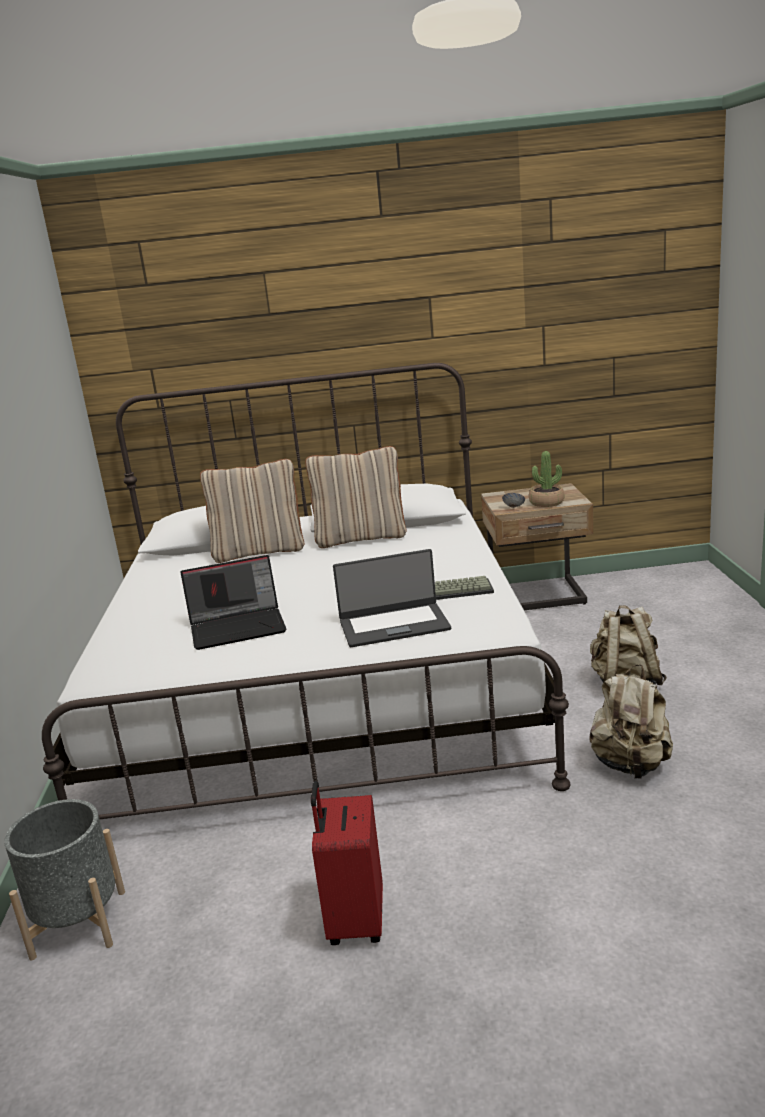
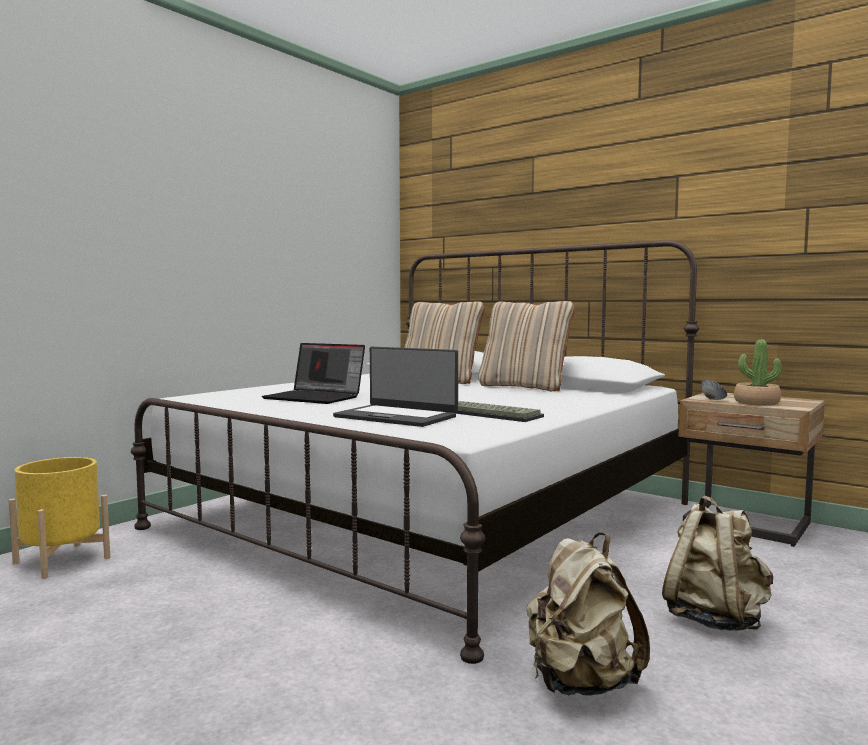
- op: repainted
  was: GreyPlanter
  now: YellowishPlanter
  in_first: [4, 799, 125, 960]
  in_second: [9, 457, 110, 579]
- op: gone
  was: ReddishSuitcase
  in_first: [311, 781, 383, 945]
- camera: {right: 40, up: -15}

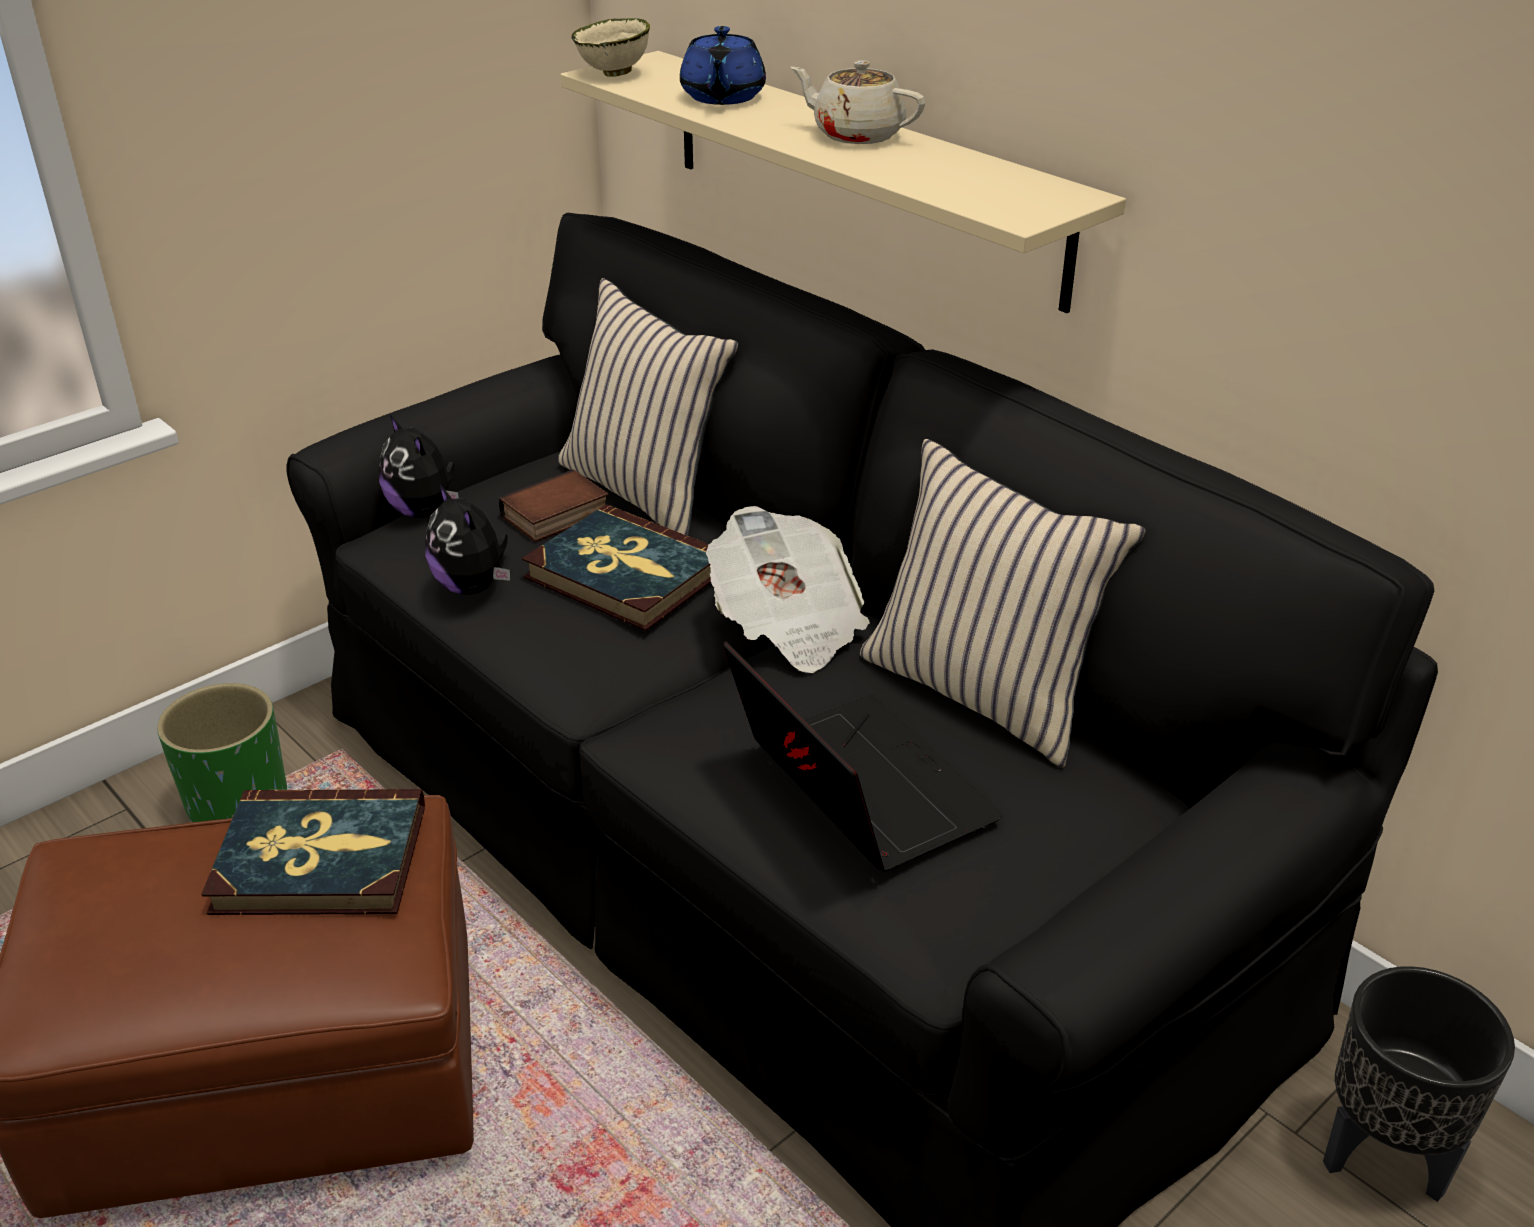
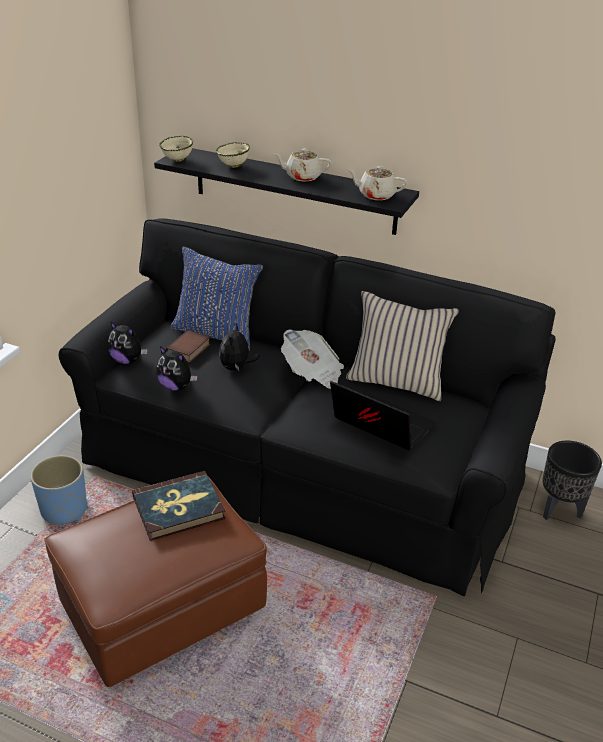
- op: repainted
  was: GreenPlanter
  now: BlueColouredPlanter
  in_first: [157, 683, 287, 822]
  in_second: [30, 455, 87, 525]
- op: swapped
  was: BoundBook
  now: SoftToy
  in_first: [522, 505, 711, 631]
  in_second: [219, 323, 260, 371]
- op: repainted
  was: SandColouredCushion
  now: BlueColouredCushion
  in_first: [558, 278, 739, 536]
  in_second: [171, 247, 263, 351]
- op: repainted
  was: SandColouredShelf
  now: BlackColouredShelf
  in_first: [560, 51, 1126, 313]
  in_second: [154, 148, 419, 235]
- op: swapped
  was: BlueColouredTeaPot
  now: SandColouredServingBowl
  in_first: [680, 26, 766, 105]
  in_second: [216, 142, 250, 168]
- op: new
  now: SandColouredTeaPot
  in_second: [347, 166, 407, 200]
- camera: {right: -25, up: 0}

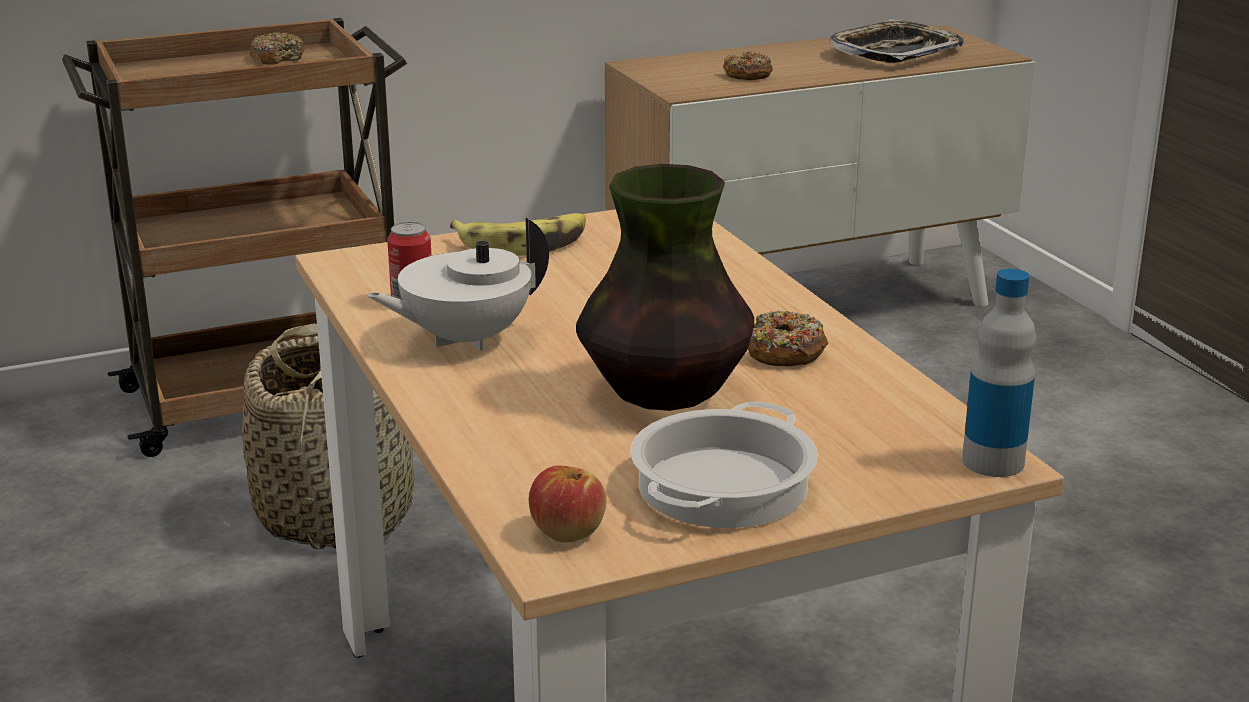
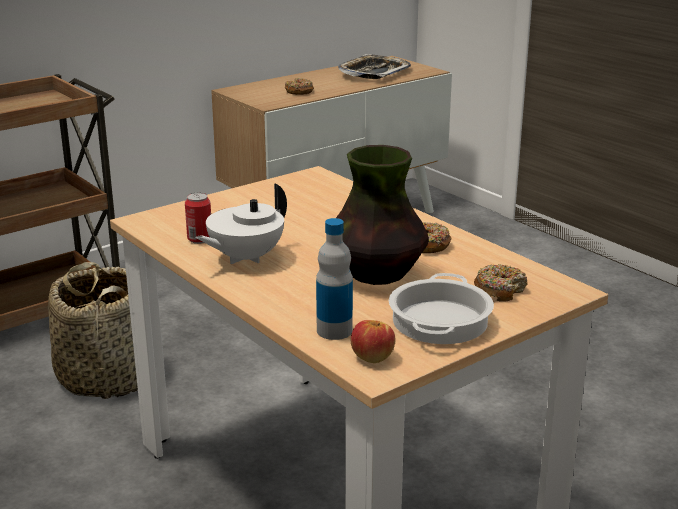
- op: shifted
  was: RingDoughnut
  in_first: [250, 32, 305, 65]
  in_second: [474, 264, 528, 302]
- op: gone
  was: BananaFruit
  in_first: [450, 213, 586, 256]
- op: shifted
  was: Bottle
  in_first: [962, 269, 1036, 477]
  in_second: [316, 218, 353, 340]
- camera: {right: -15, up: 0}

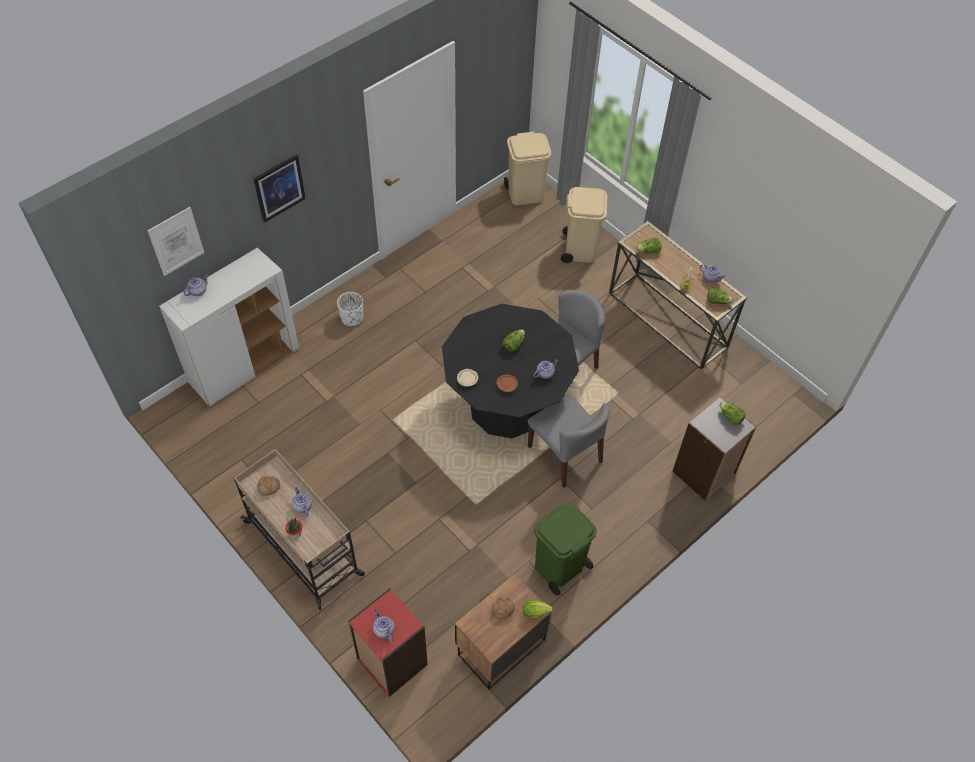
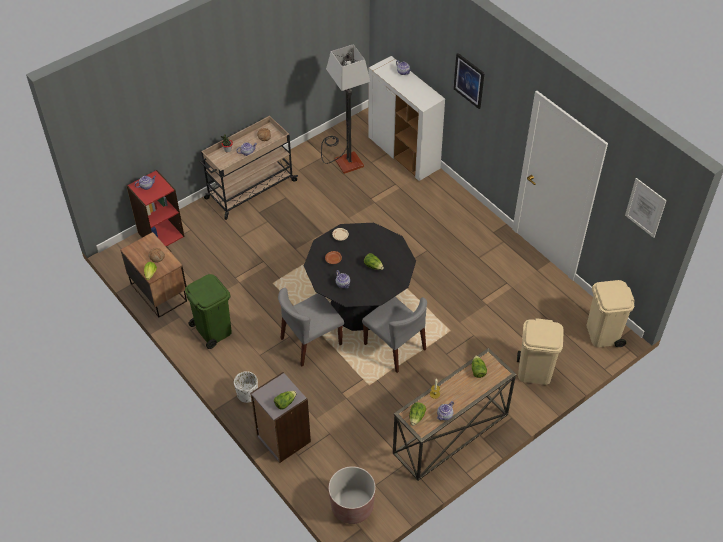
- op: shifted
  was: WallPicture
  in_first: [147, 207, 204, 276]
  in_second: [625, 178, 667, 238]
- op: shifted
  was: WhitePlanter
  in_first: [337, 292, 363, 326]
  in_second: [234, 371, 258, 403]
- op: new
  now: StandardLamp
  in_second: [321, 44, 370, 174]
- op: new
  now: BrownColouredPlanter
  in_second: [328, 466, 376, 524]
- camera: {right: 95, up: -5}

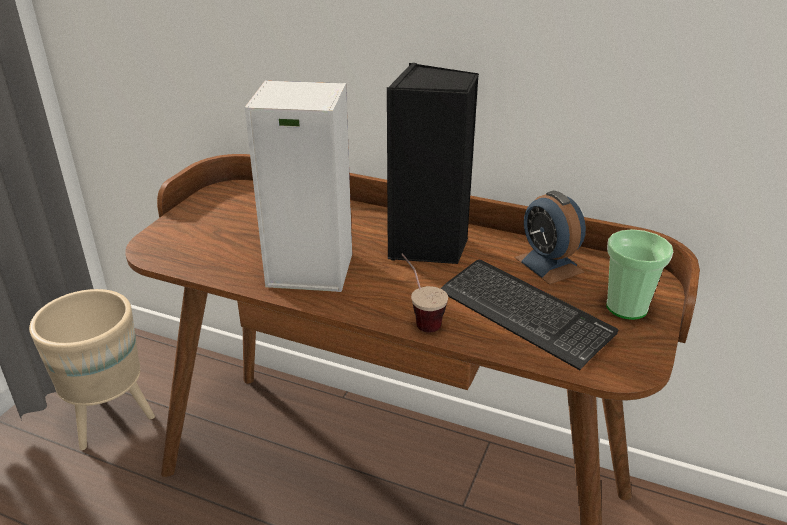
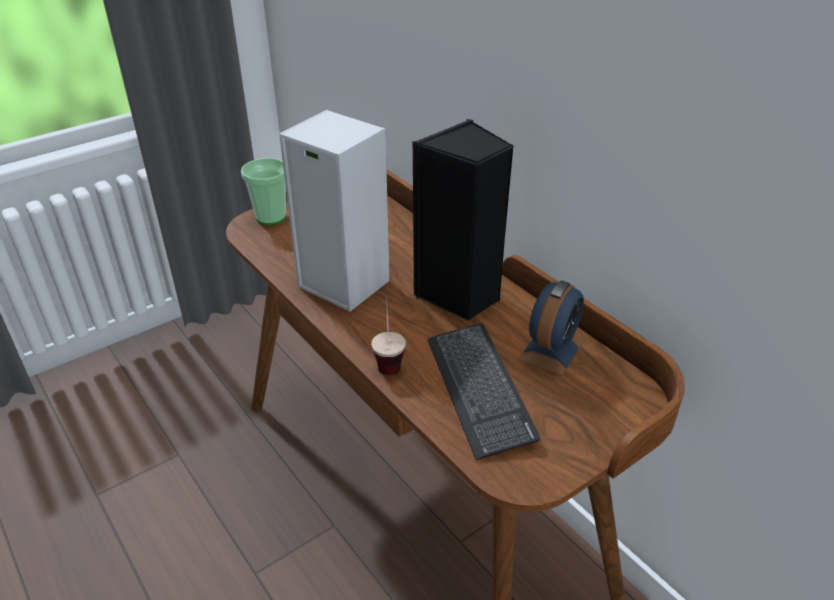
- op: gone
  was: SandColouredPlanter
  in_first: [29, 289, 155, 450]
- op: rotated
  was: TableClock
  in_first: [514, 191, 586, 285]
  in_second: [519, 280, 584, 376]
  clockwise: -150
- op: shifted
  was: Cup
  in_first: [606, 229, 673, 320]
  in_second: [241, 158, 286, 225]
- camera: {right: 30, up: 5}

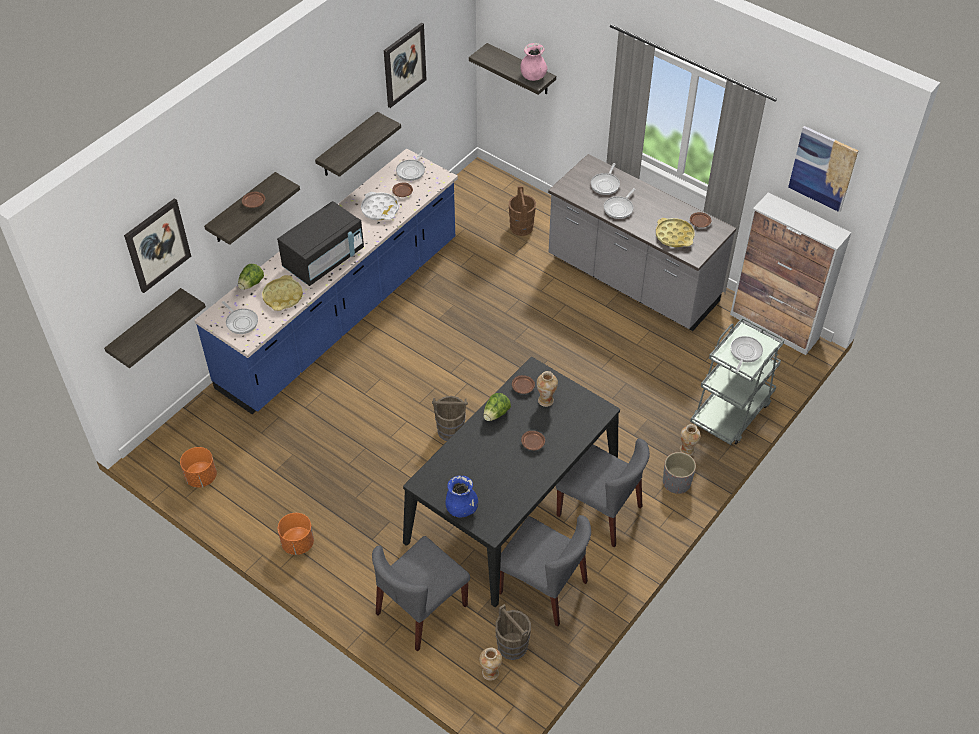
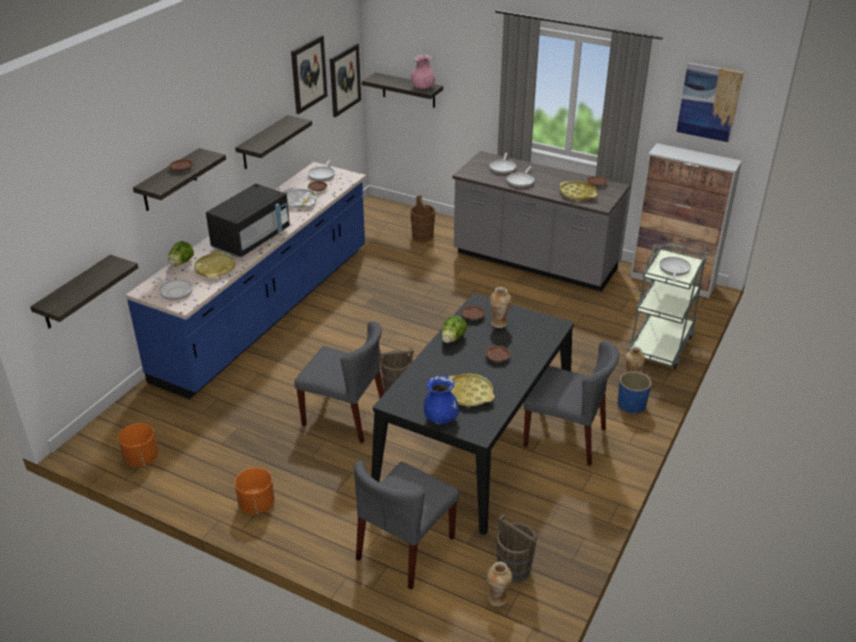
- op: shifted
  was: WallPicture
  in_first: [124, 198, 191, 293]
  in_second: [330, 43, 361, 117]
- op: shifted
  was: GreyUprightChair
  in_first: [499, 515, 591, 626]
  in_second: [294, 321, 384, 443]
- op: repainted
  was: GreyPlanter
  now: BlueColouredPlanter
  in_first: [663, 452, 696, 494]
  in_second: [618, 371, 652, 414]
- op: new
  now: YellowishServingTray
  in_second: [448, 373, 495, 406]
- camera: {right: -10, up: -15}

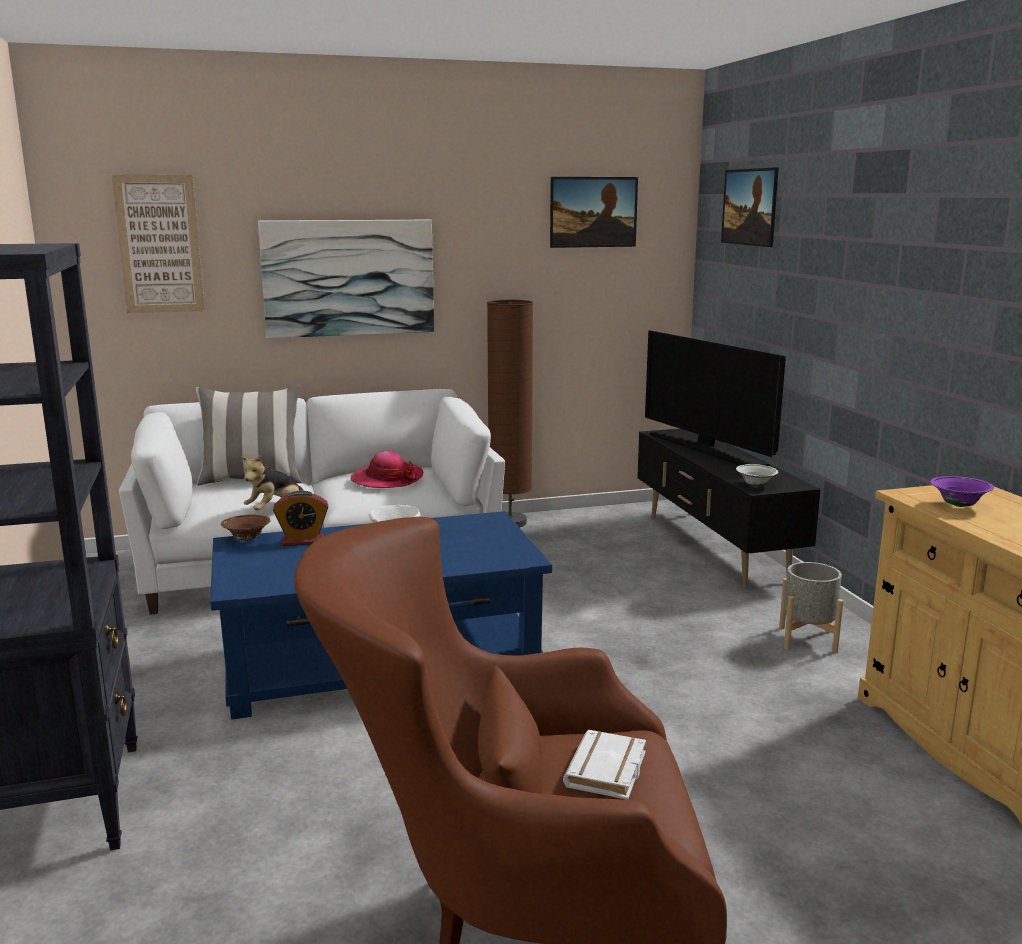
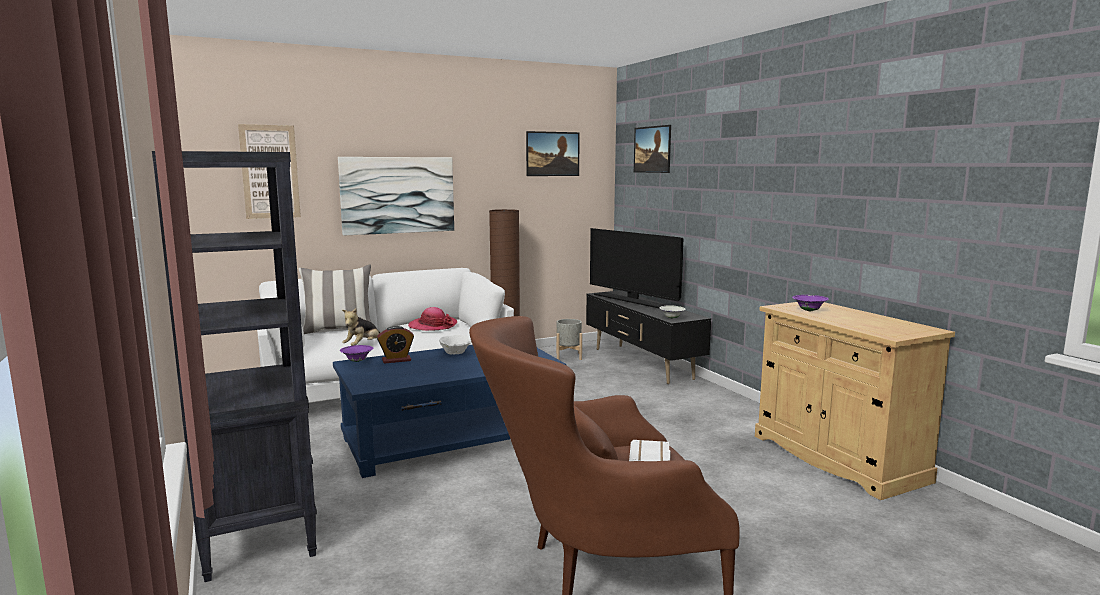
- op: repainted
  was: BrownColouredServingBowl
  now: PurpleColouredServingBowl
  in_first: [221, 515, 271, 541]
  in_second: [340, 345, 373, 362]
- op: shifted
  was: GreyPlanter
  in_first: [779, 562, 844, 653]
  in_second: [556, 319, 582, 360]
- camera: {right: -10, up: -5}

